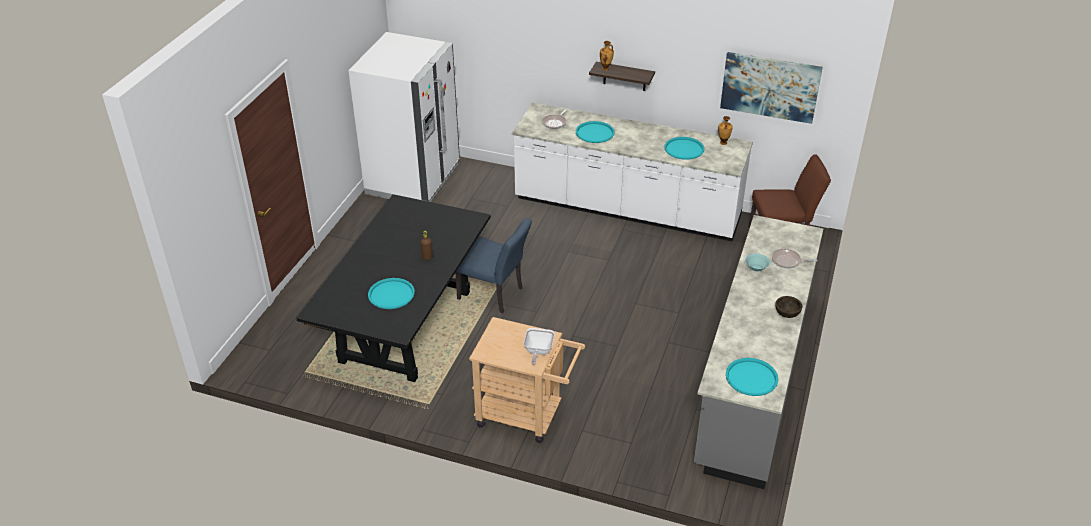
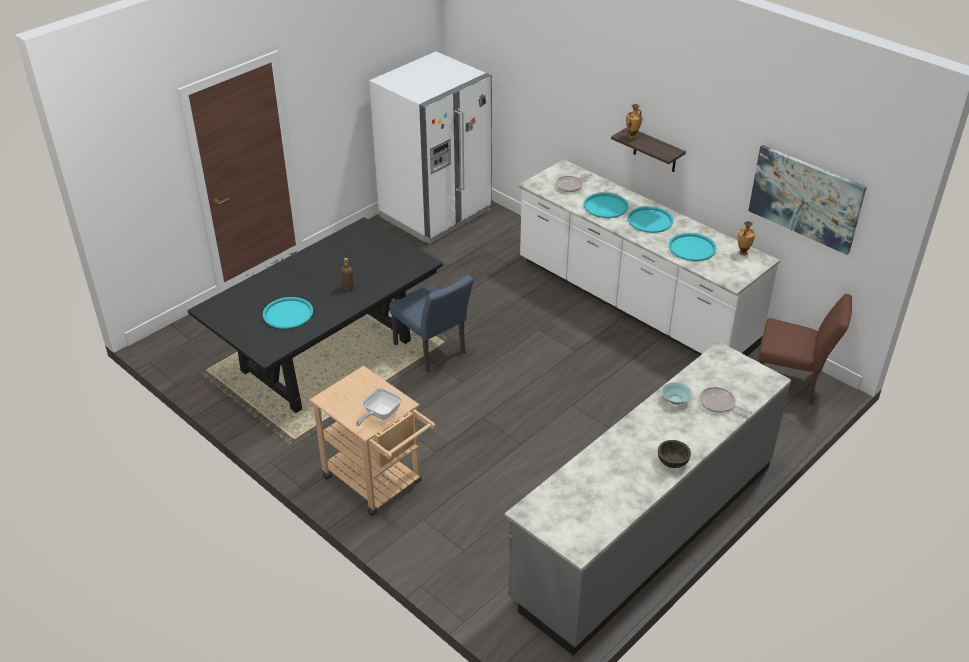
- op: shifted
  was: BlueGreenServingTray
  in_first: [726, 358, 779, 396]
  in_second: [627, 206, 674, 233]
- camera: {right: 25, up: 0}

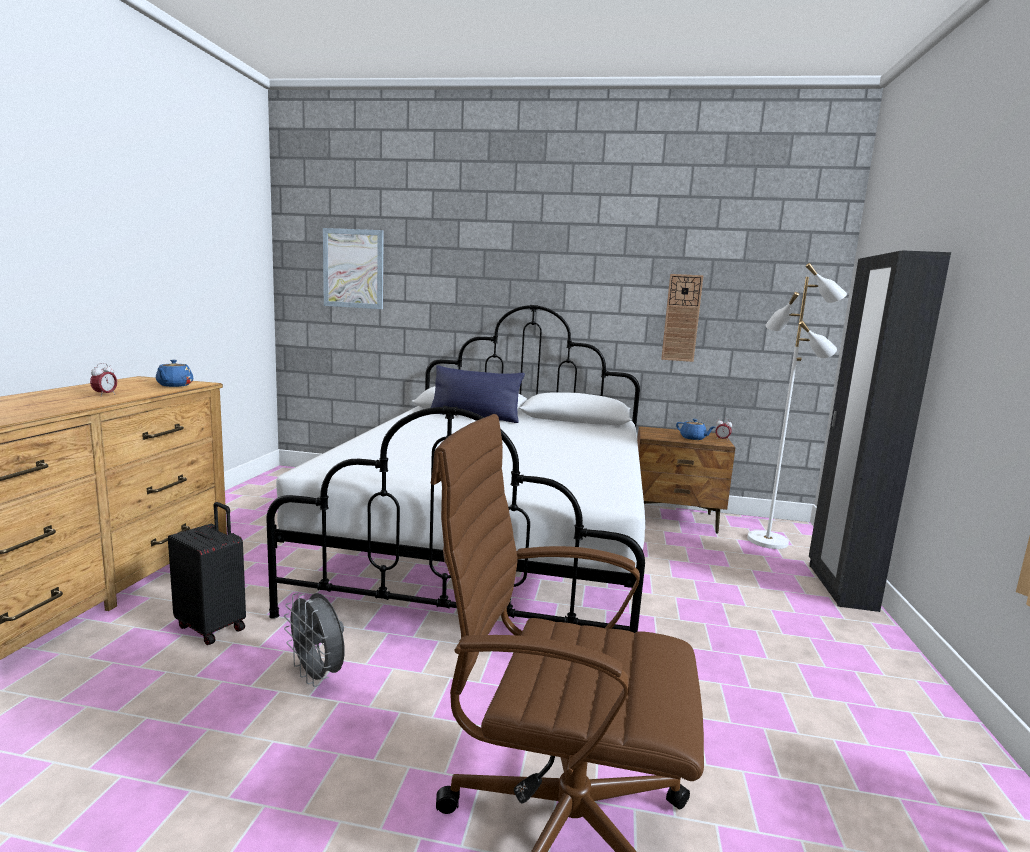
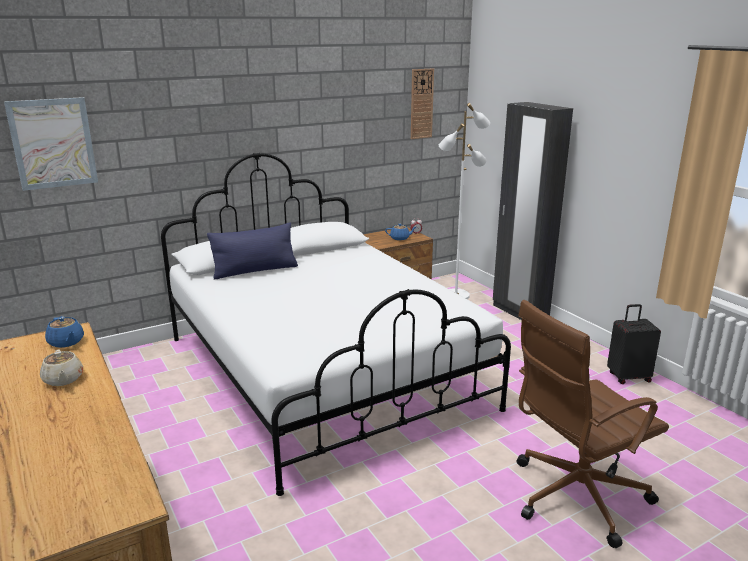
- op: swapped
  was: TableClock
  now: SandColouredTeaPot
  in_first: [90, 363, 117, 397]
  in_second: [40, 350, 83, 386]
- op: shifted
  was: BlackColouredSuitcase
  in_first: [168, 502, 246, 645]
  in_second: [607, 304, 661, 384]
- op: gone
  was: GreyElectricFan
  in_first: [284, 593, 344, 687]
- op: shifted
  was: WallClock
  in_first: [661, 274, 704, 362]
  in_second: [411, 69, 434, 139]
- camera: {right: -40, up: 10}

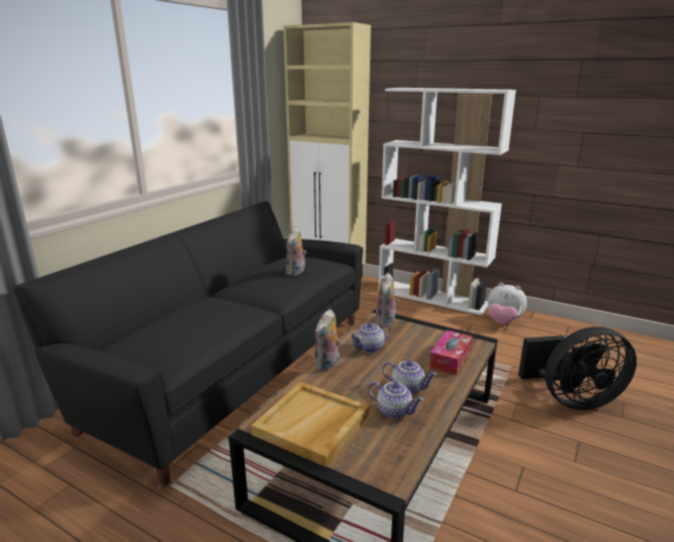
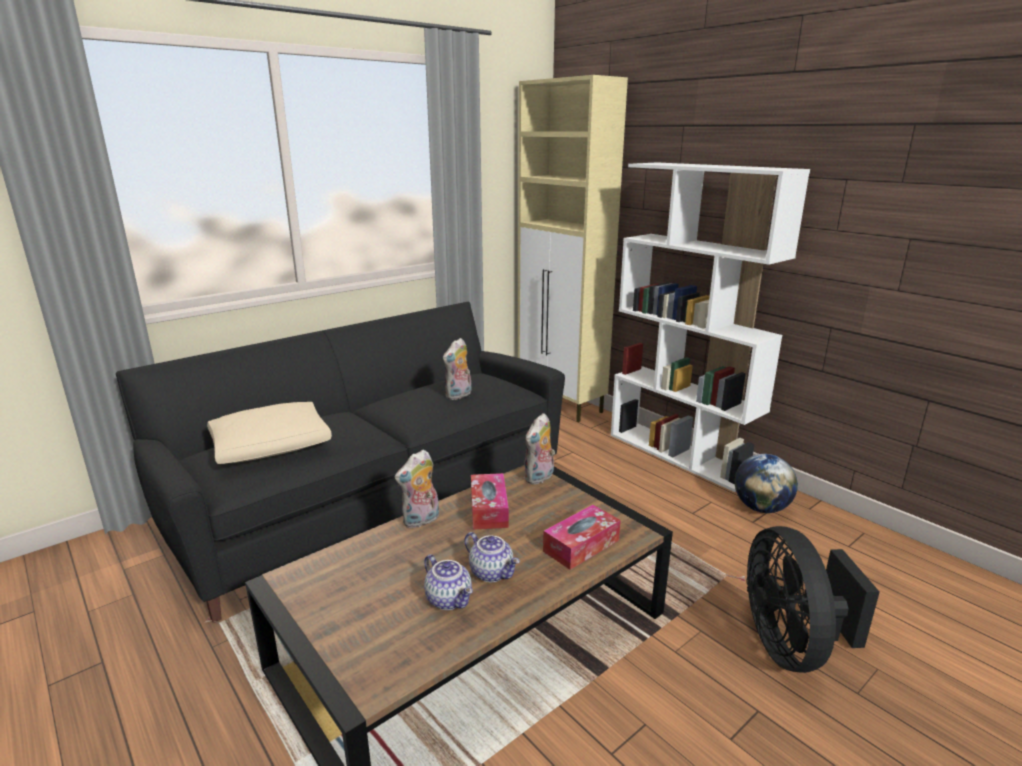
- op: gone
  was: SandColouredServingTray
  in_first: [251, 381, 369, 467]
- op: swapped
  was: TeaPot
  now: BoxOfTissues
  in_first: [349, 323, 391, 353]
  in_second: [471, 473, 509, 530]
- op: swapped
  was: SoftToy
  now: WorldGlobe
  in_first: [488, 283, 527, 325]
  in_second: [735, 454, 798, 513]
- op: rotated
  was: BlackColouredElectricFan
  in_first: [518, 327, 637, 410]
  in_second: [747, 526, 880, 673]
  clockwise: 75
- op: new
  now: SandColouredCushion
  in_second: [207, 402, 332, 464]
- camera: {right: 20, up: 0}

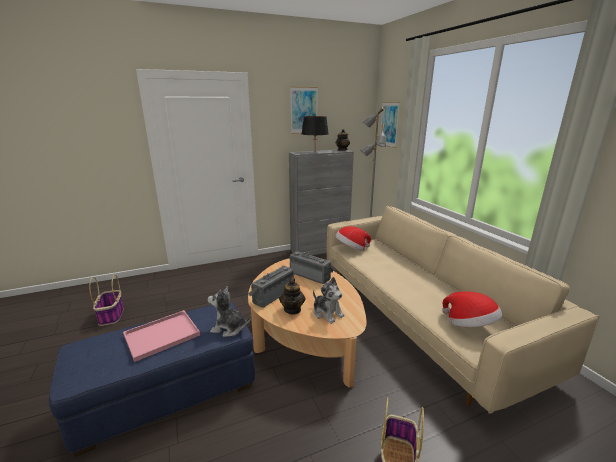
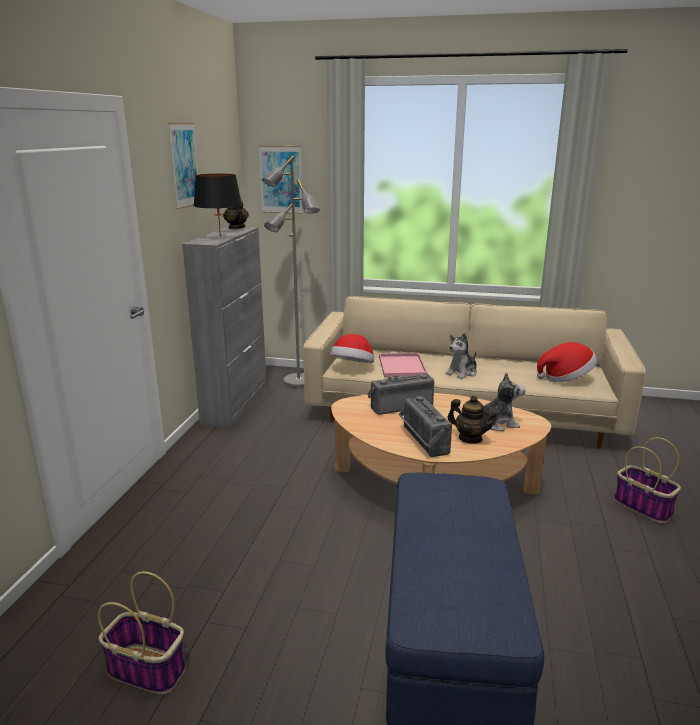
- op: shifted
  was: PinkServingTray
  in_first: [123, 310, 200, 362]
  in_second: [379, 353, 427, 377]
- op: shifted
  was: SoftToy
  in_first: [208, 286, 251, 337]
  in_second: [446, 333, 477, 379]
- camera: {right: -55, up: 0}

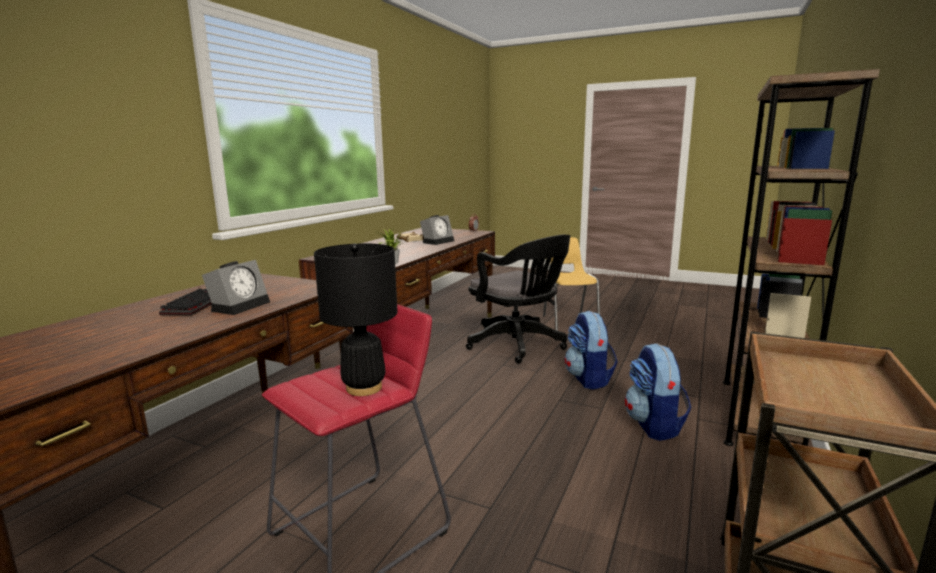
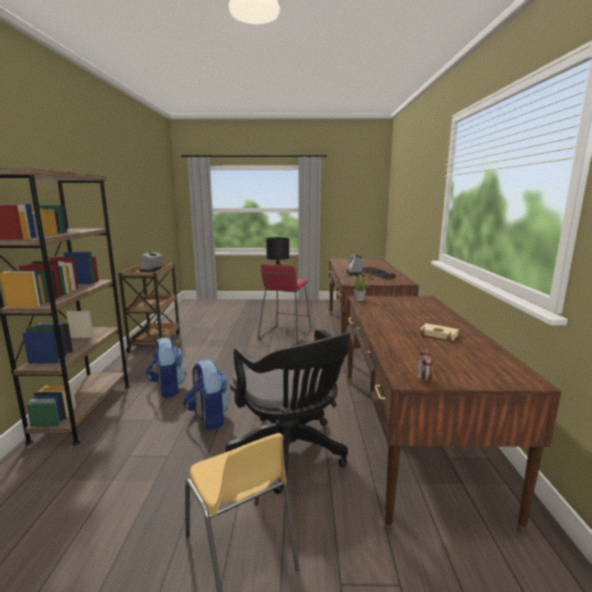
- op: shifted
  was: TableClock
  in_first: [420, 215, 454, 245]
  in_second: [139, 252, 163, 272]
- op: rotated
  was: BlackColouredDeskChair
  in_first: [466, 235, 570, 363]
  in_second: [225, 329, 351, 494]
  clockwise: -150
- camera: {right: 155, up: 0}

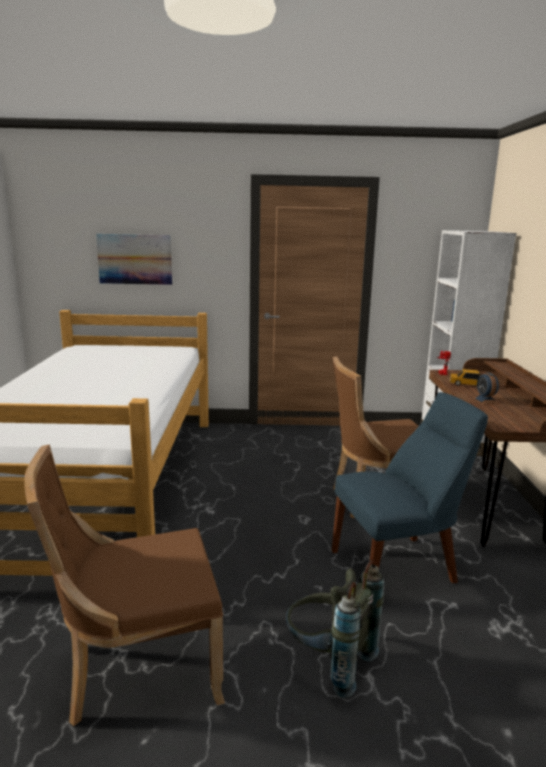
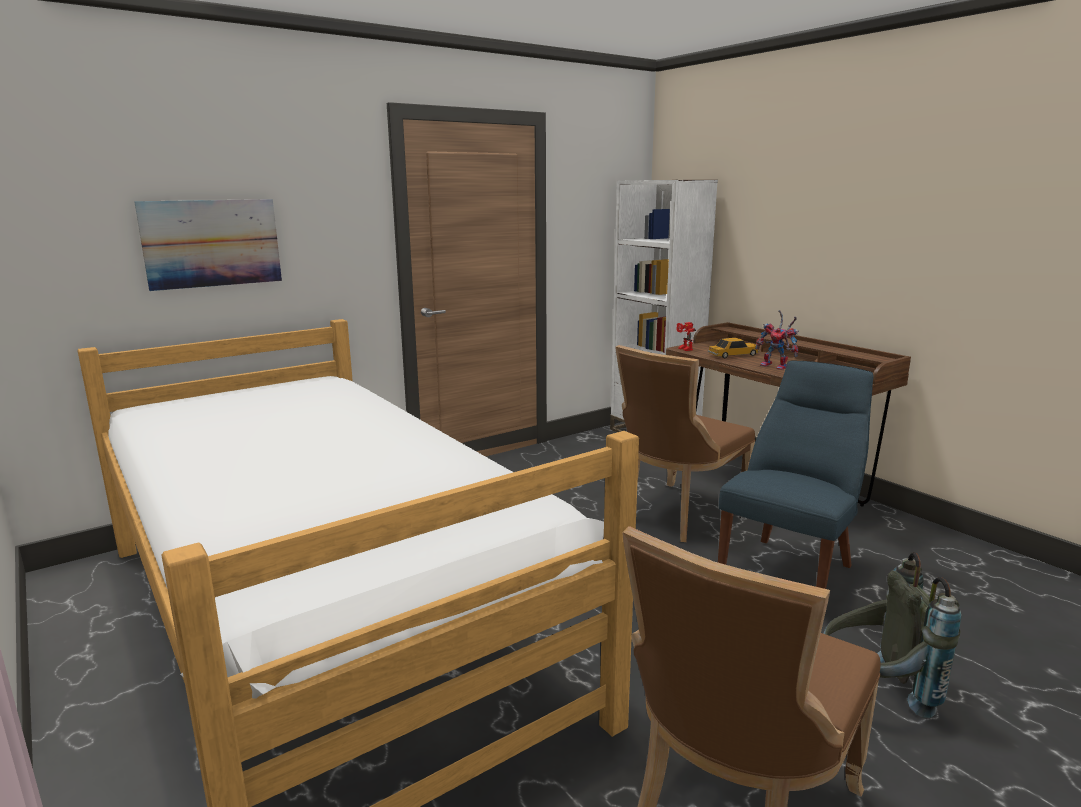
- op: swapped
  was: TableClock
  now: RobotFigure
  in_first: [473, 372, 499, 404]
  in_second: [755, 310, 799, 370]
- camera: {right: -35, up: 0}

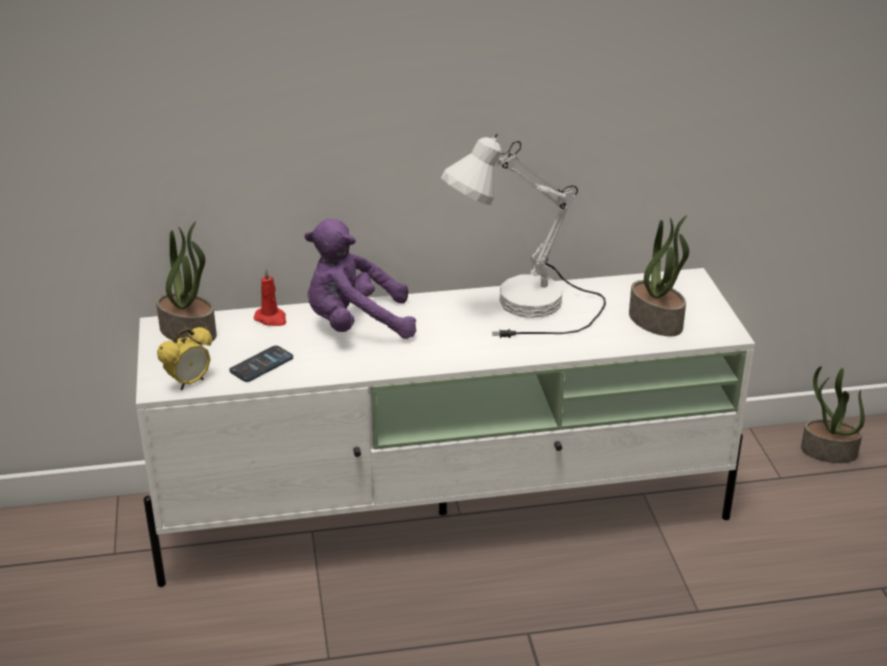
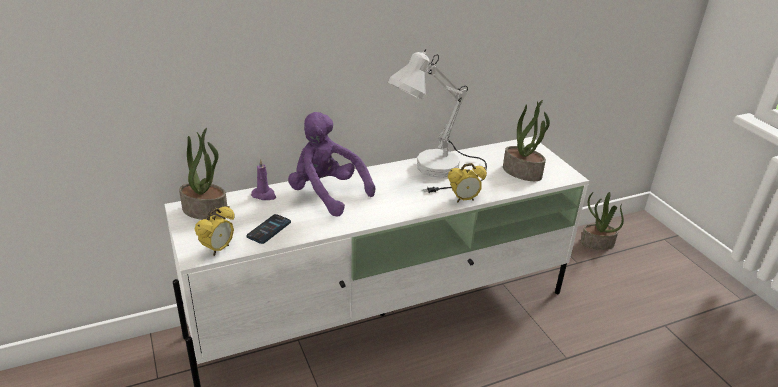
- op: repainted
  was: ReddishWaxCandle
  now: PurpleColouredWaxCandle
  in_first: [254, 268, 286, 326]
  in_second: [251, 159, 276, 200]
- op: rotated
  was: PurpleColouredSoftToy
  in_first: [304, 219, 416, 339]
  in_second: [288, 112, 375, 217]
  clockwise: 60
- op: new
  now: TableClock
  in_second: [448, 163, 487, 203]
- camera: {right: -15, up: 0}

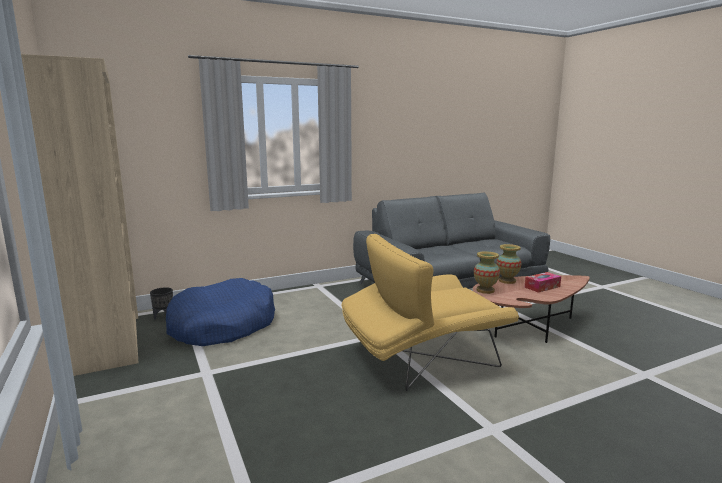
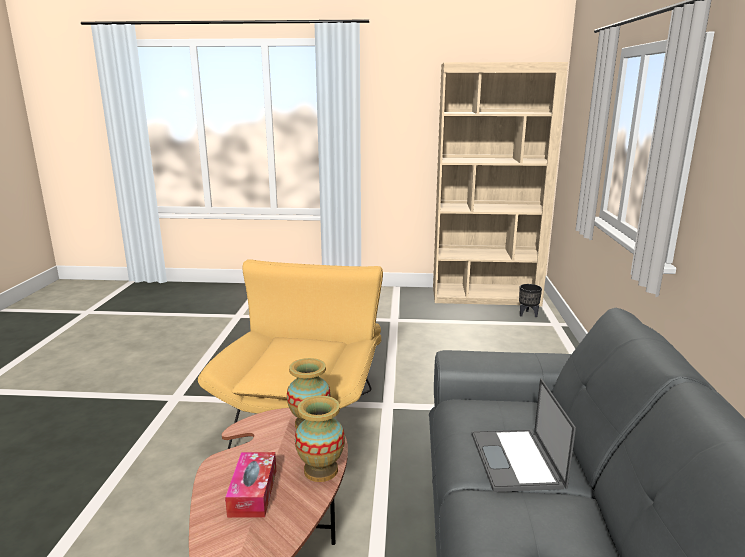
- op: gone
  was: BlueColouredDogBed
  in_first: [166, 278, 275, 346]
- op: new
  now: PortableComputer
  in_second: [472, 378, 576, 492]
- camera: {right: 120, up: 5}

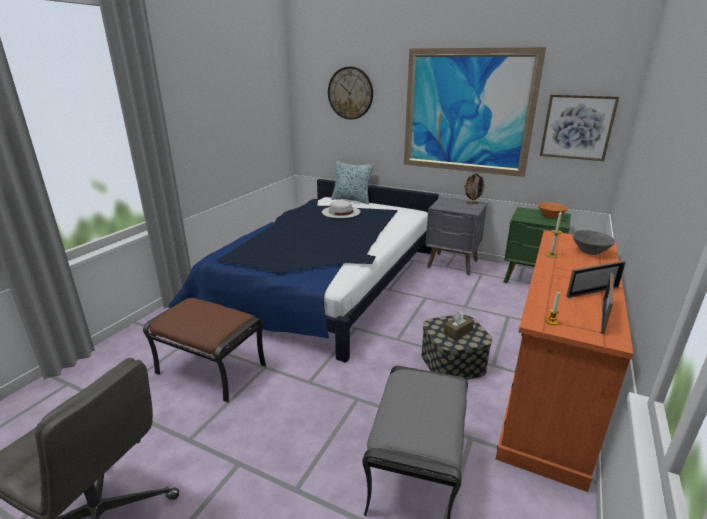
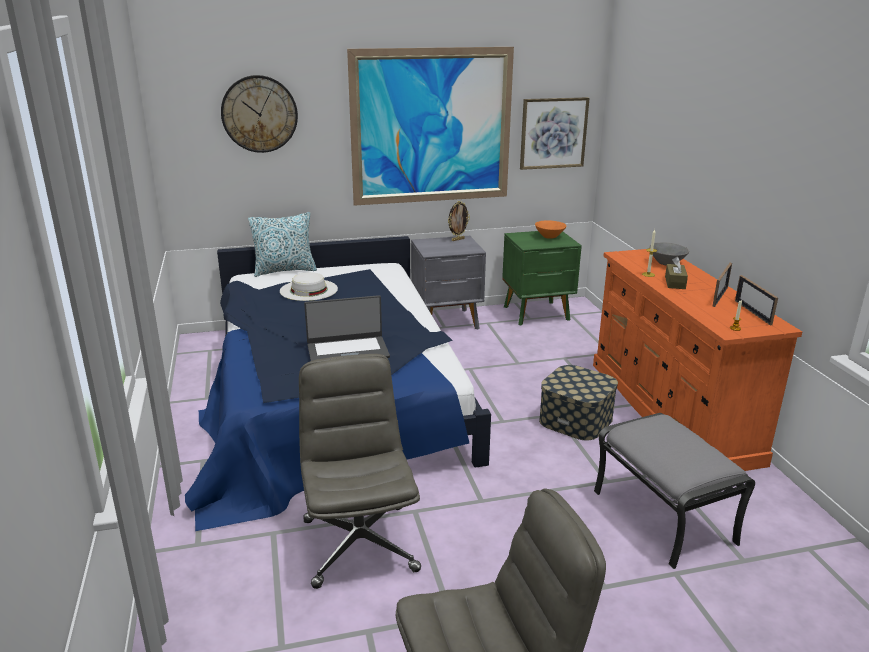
- op: swapped
  was: BrownColouredPouffe
  now: GreyDeskChair
  in_first: [143, 298, 266, 403]
  in_second: [299, 354, 421, 589]
- op: shifted
  was: BrownColouredBoxOfTissues
  in_first: [443, 311, 474, 340]
  in_second: [665, 257, 688, 289]
- op: new
  now: PortableComputer
  in_second: [304, 295, 390, 361]
- camera: {right: -40, up: 0}

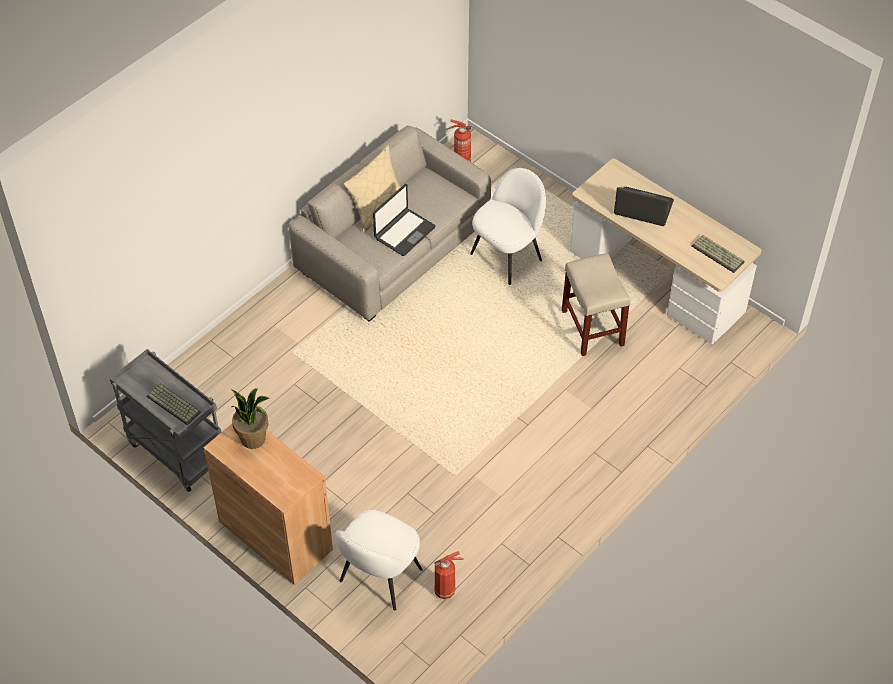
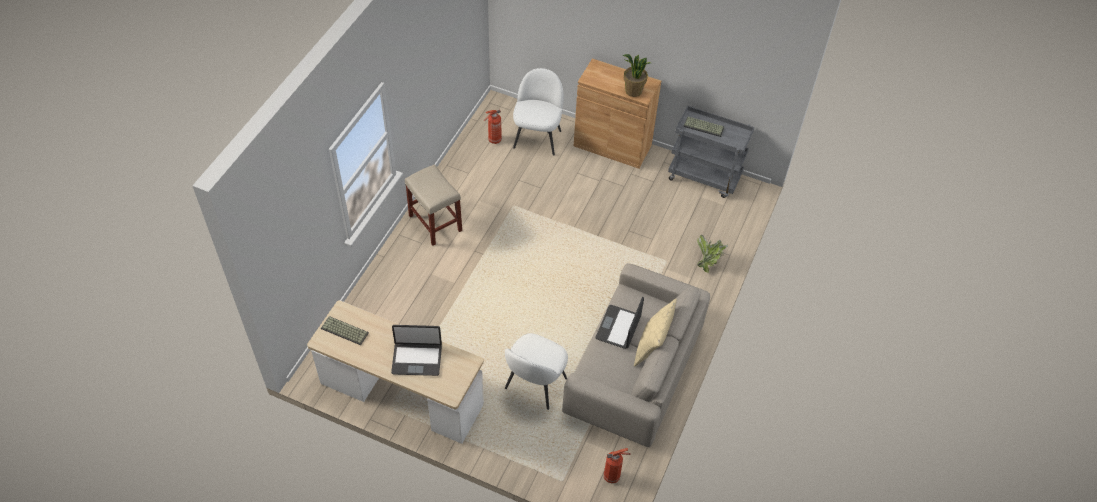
- op: shifted
  was: SandColouredSittingStool
  in_first: [562, 253, 631, 356]
  in_second: [405, 164, 462, 246]
- op: new
  now: PottedPlant
  in_second: [697, 234, 728, 273]
- camera: {right: 160, up: 0}

